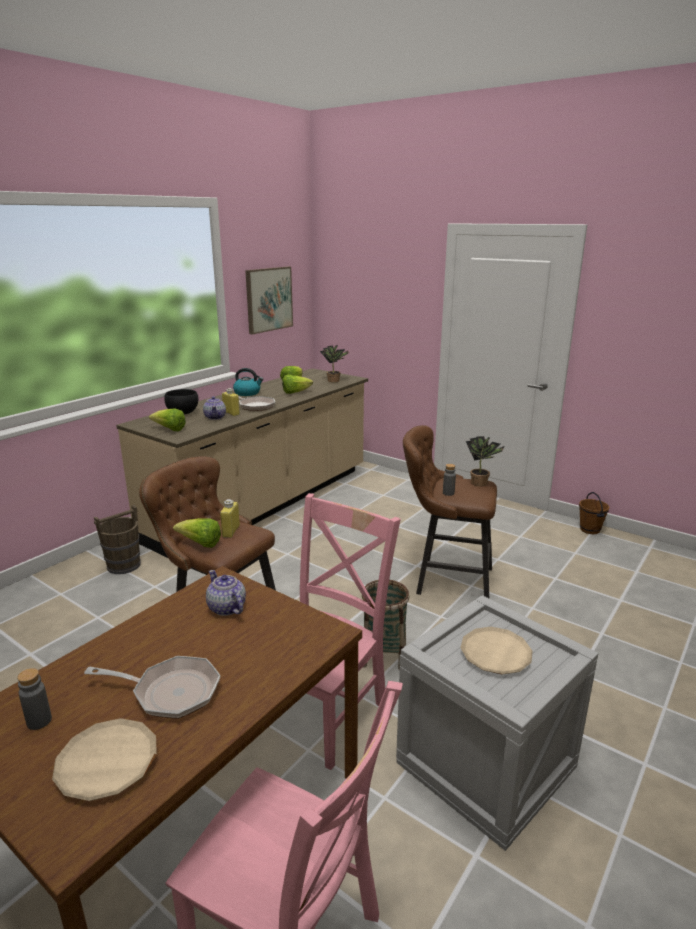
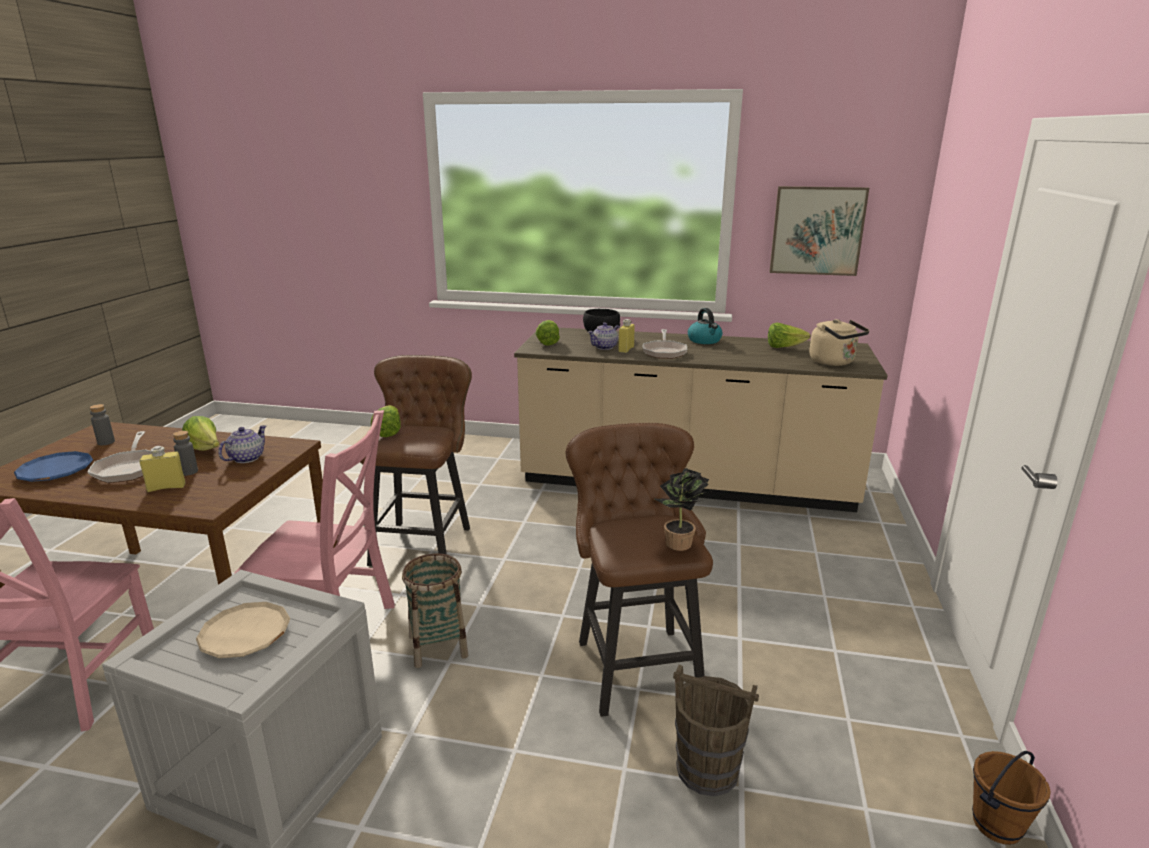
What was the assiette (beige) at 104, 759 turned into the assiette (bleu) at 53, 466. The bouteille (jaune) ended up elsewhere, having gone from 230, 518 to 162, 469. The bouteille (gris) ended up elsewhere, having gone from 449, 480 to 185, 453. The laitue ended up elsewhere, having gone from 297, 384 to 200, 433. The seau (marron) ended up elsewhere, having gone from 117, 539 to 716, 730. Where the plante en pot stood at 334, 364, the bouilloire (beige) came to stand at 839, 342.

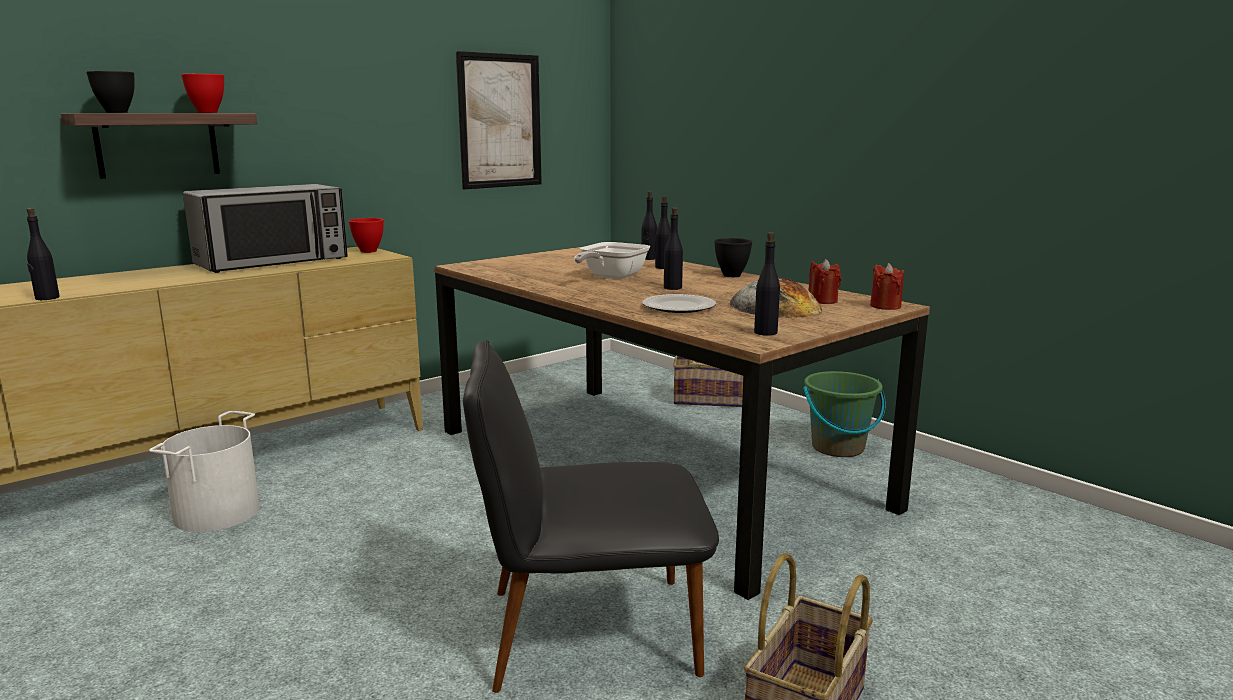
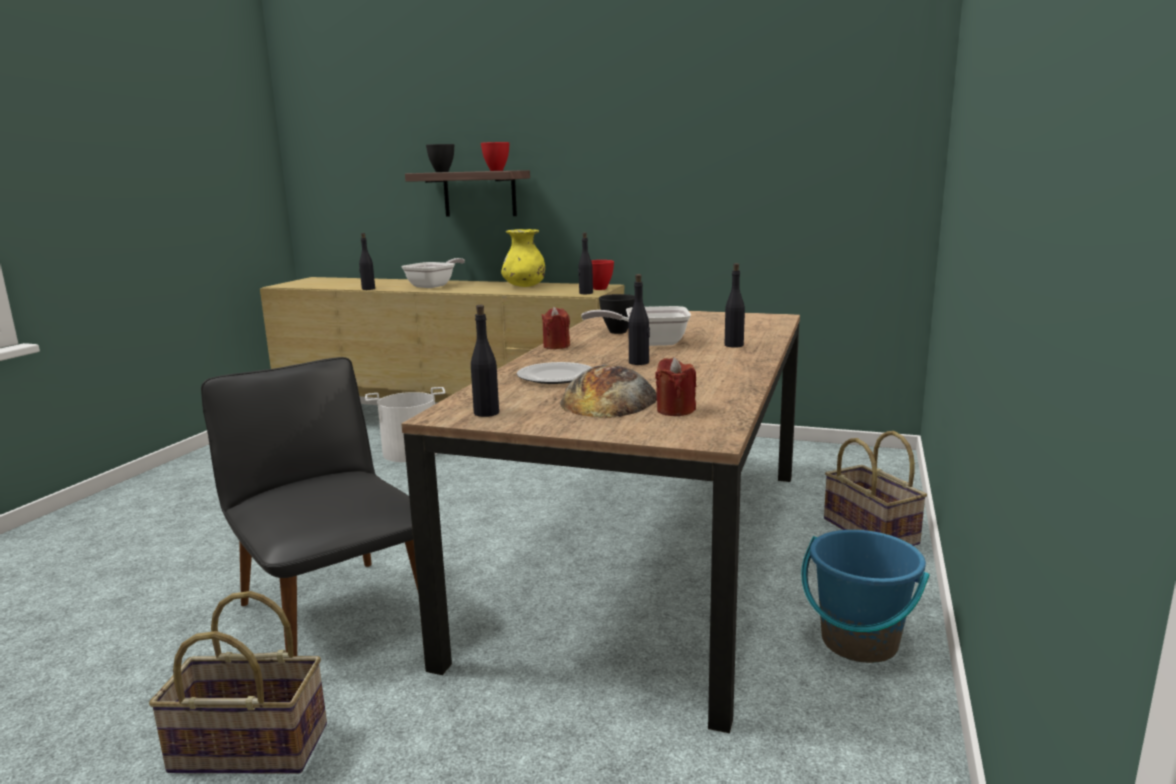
The second view gained the poêle at 433, 273. Where the micro-ondes stood at 265, 228, the vase (jaune) came to stand at 523, 258. The bougie (rouge) ended up elsewhere, having gone from 887, 286 to 556, 328. The bouteille (noir) ended up elsewhere, having gone from 649, 225 to 585, 263. The bol (noir) ended up elsewhere, having gone from 733, 257 to 617, 314. What was the seau (vert) at 844, 414 turned into the seau (bleu) at 865, 596. The second view lost the tableau at 499, 120.

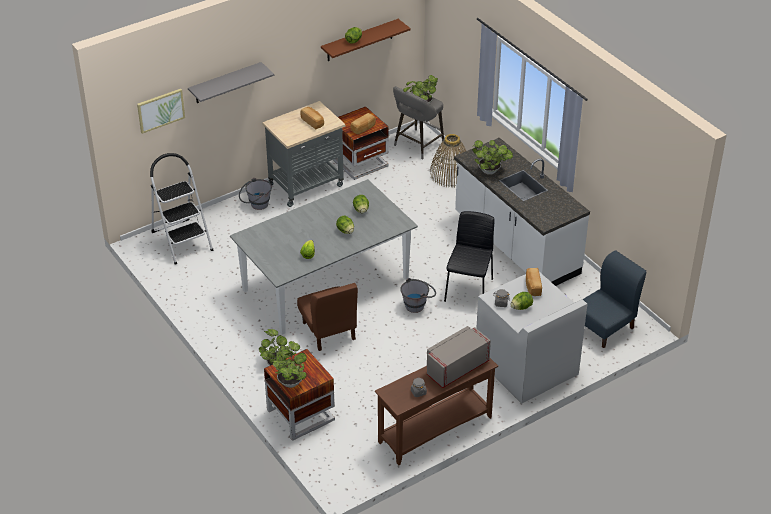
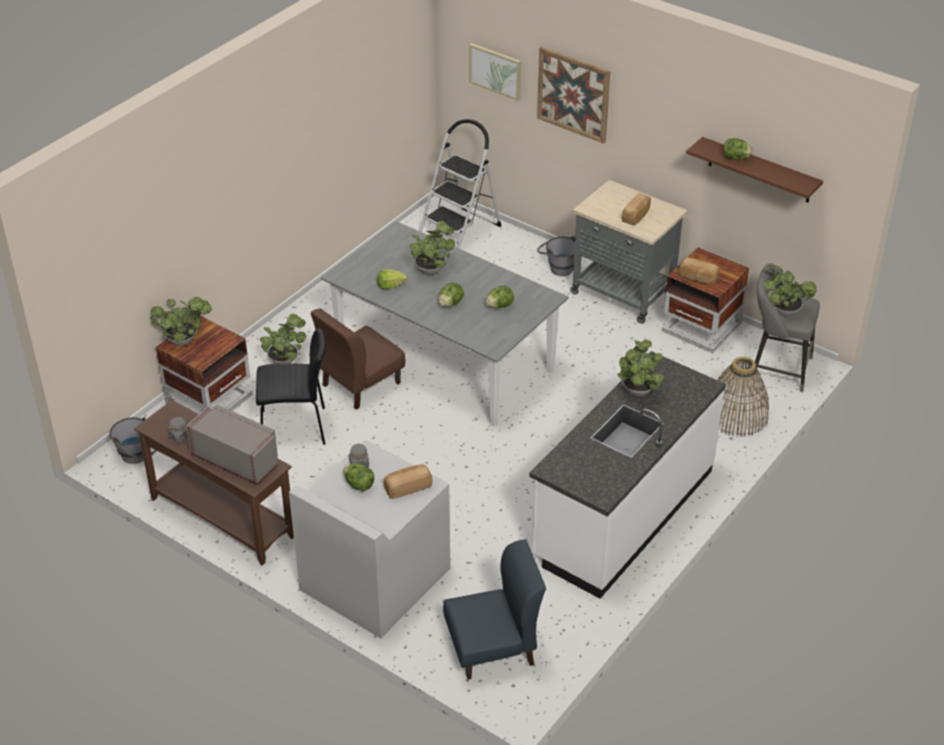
The seau (gris) ended up elsewhere, having gone from 418, 295 to 133, 440. The chaise (noir) ended up elsewhere, having gone from 469, 256 to 291, 387. The second view gained the plante en pot at 432, 248. The chaise (bleu) at 614, 299 ended up facing another way, 45 degrees counterclockwise from before. Where the étagère (gris) hung at 231, 82, the tableau came to hang at 573, 95.

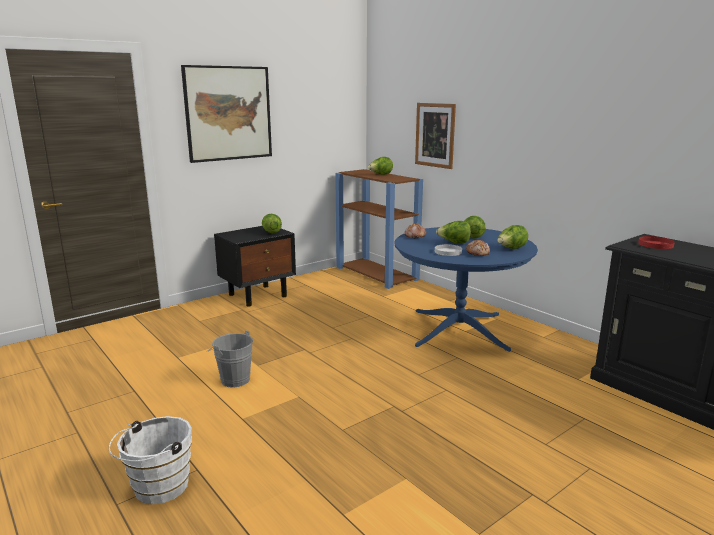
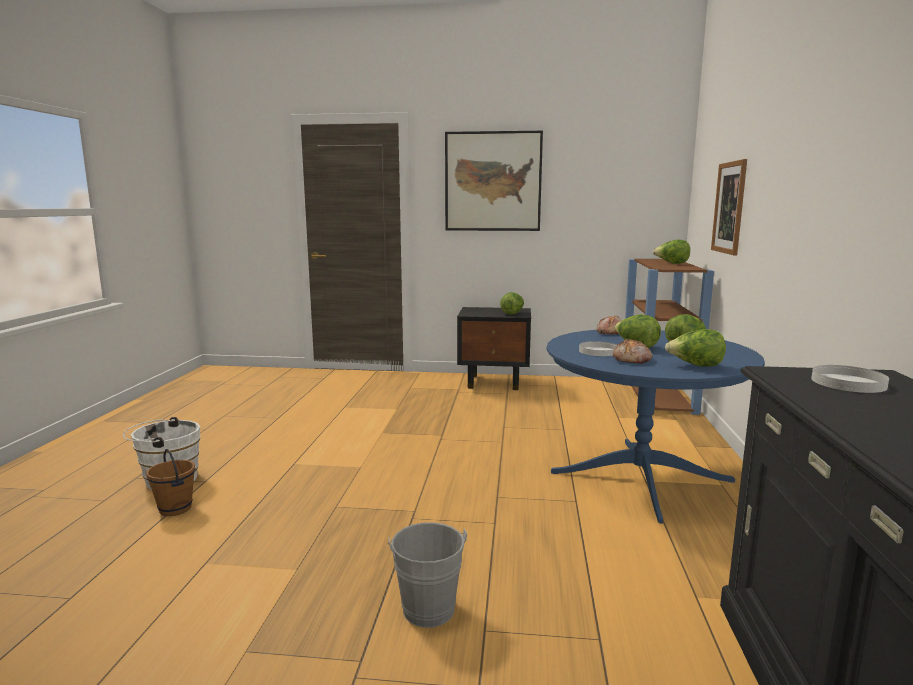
The second view gained the seau (marron) at 170, 482. The seau (gris) ended up elsewhere, having gone from 231, 359 to 427, 575. What was the assiette (rouge) at 656, 242 turned into the assiette (blanc) at 850, 379.

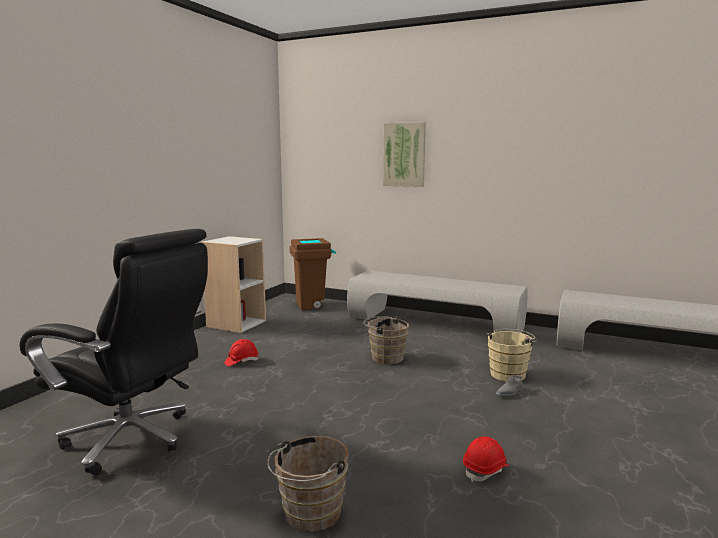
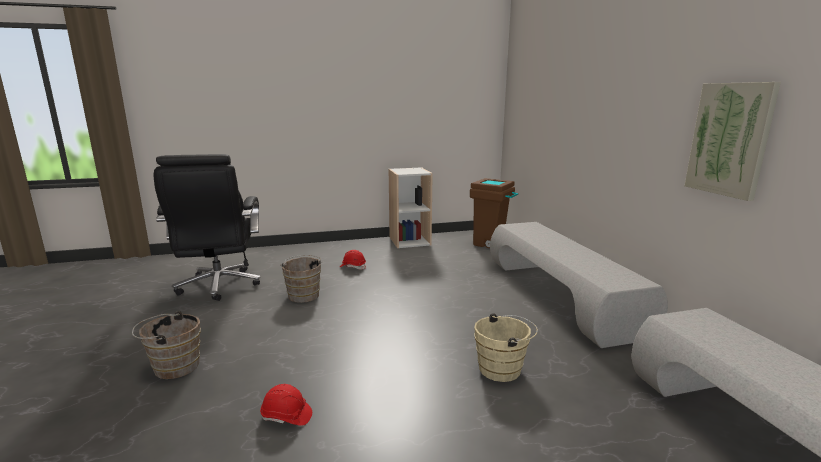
The seau (marron) ended up elsewhere, having gone from 386, 340 to 302, 279. The tableau ended up elsewhere, having gone from 404, 154 to 732, 141. The second view lost the chaussure (gris) at 509, 385.

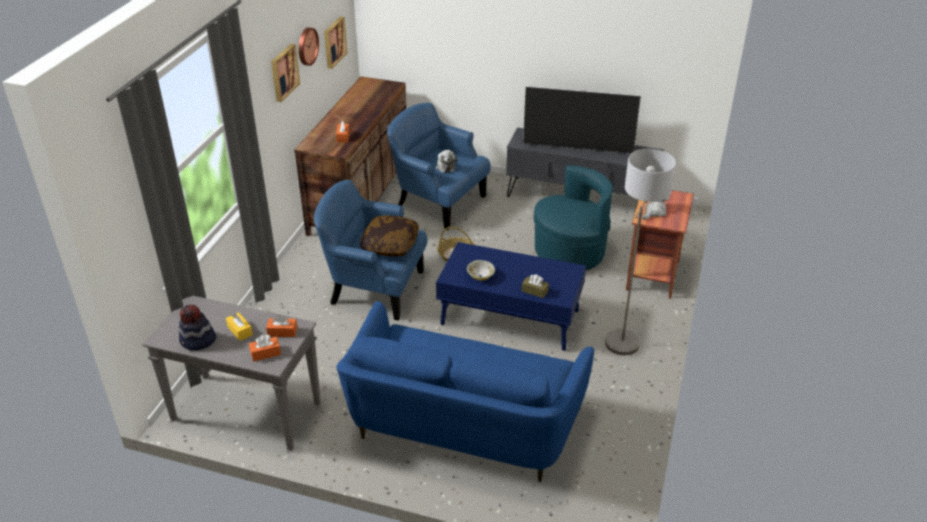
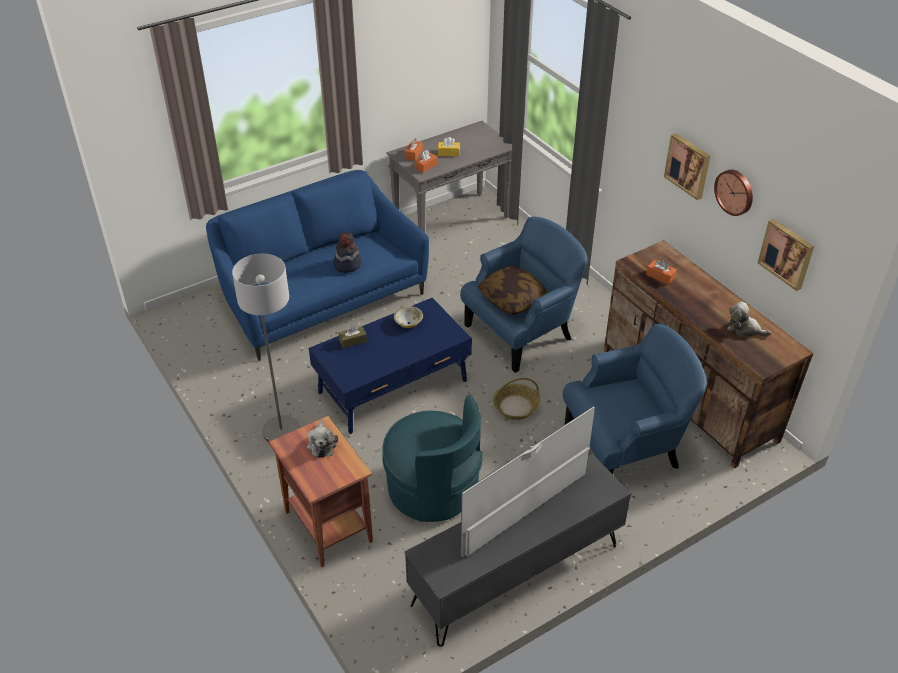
The chapeau ended up elsewhere, having gone from 197, 327 to 348, 252. The fauteuil (turquoise) at 573, 218 ended up facing another way, 75 degrees counterclockwise from before. The peluche ended up elsewhere, having gone from 446, 161 to 749, 319.

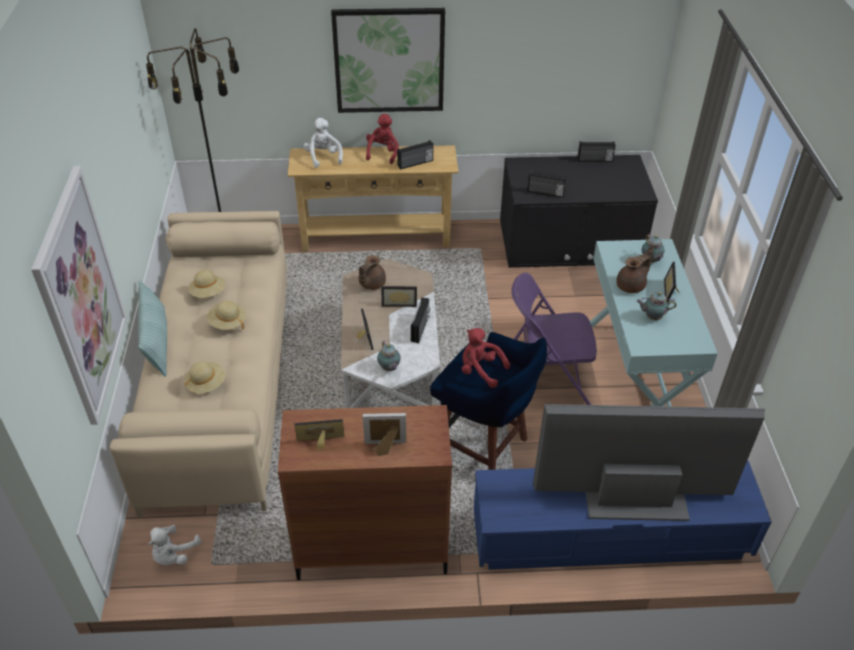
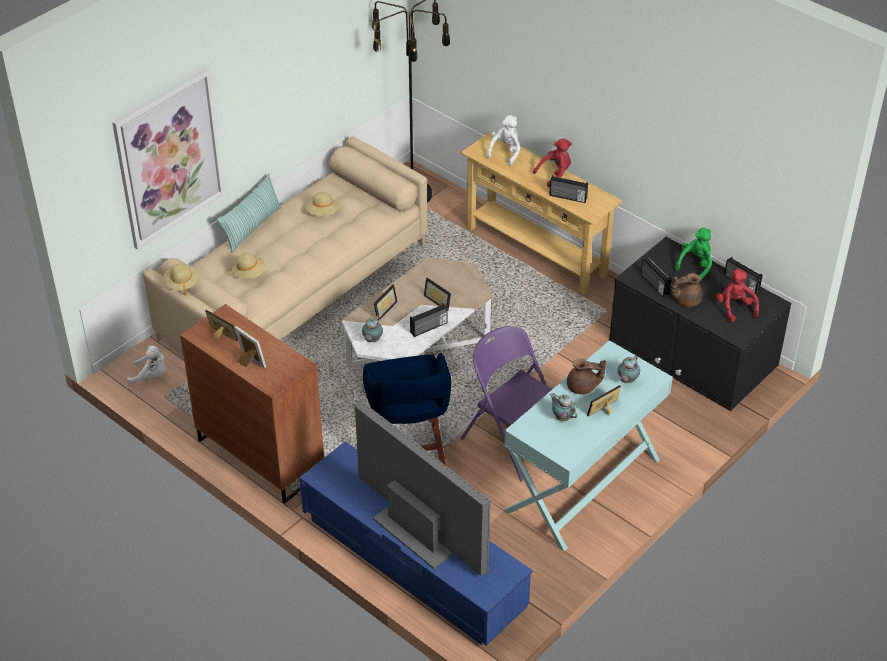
The peluche (blanc) at 174, 545 ended up facing another way, 150 degrees counterclockwise from before. The chapeau (beige) ended up elsewhere, having gone from 226, 315 to 181, 279. The théière (marron) ended up elsewhere, having gone from 372, 272 to 687, 290. The second view gained the peluche (vert) at 693, 254. The peluche (rouge) ended up elsewhere, having gone from 486, 358 to 737, 296. The second view lost the tableau at 388, 60.

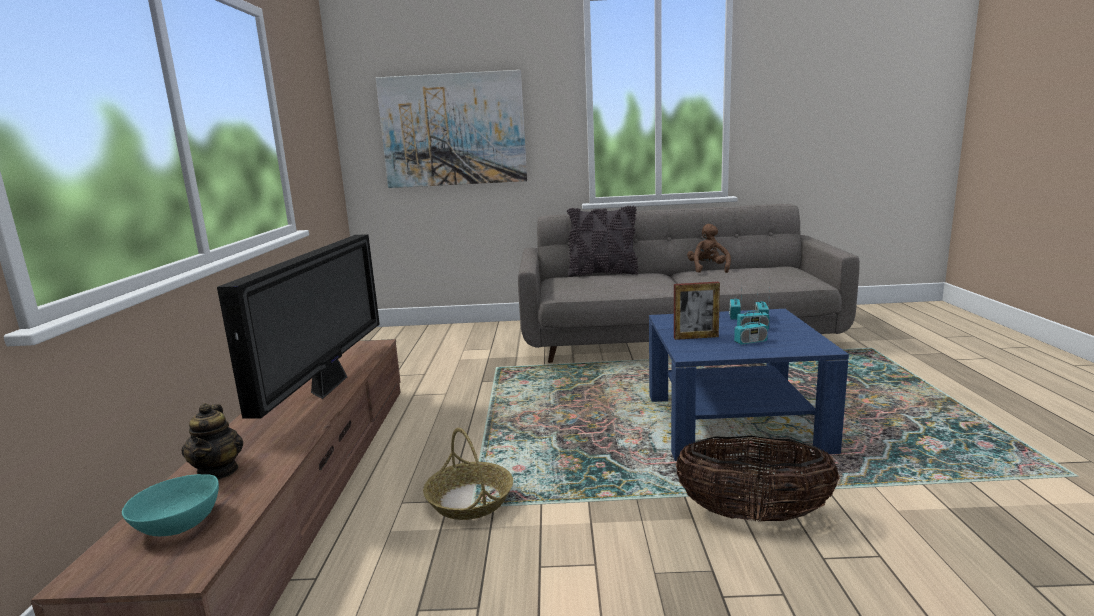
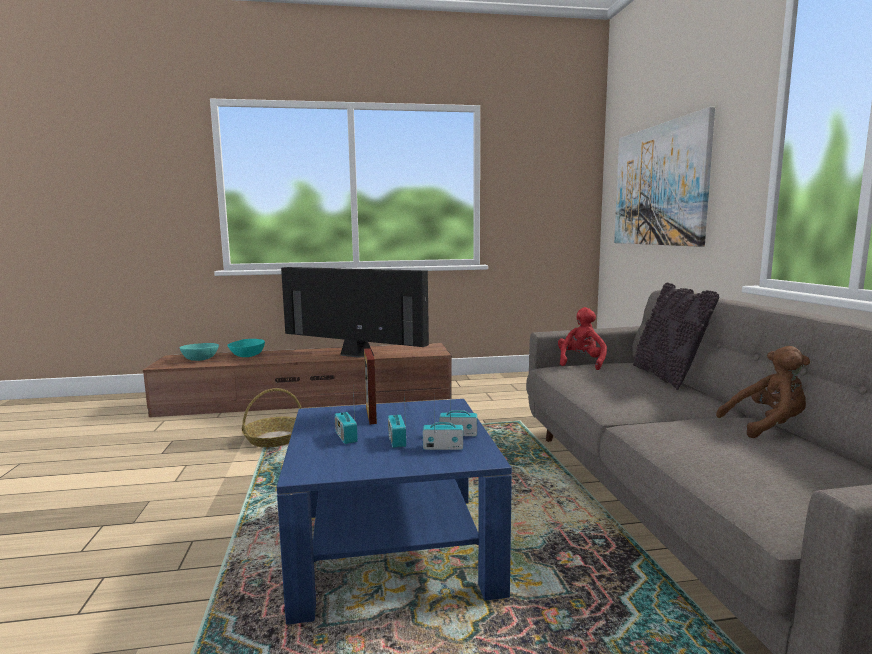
Where the théière stood at 212, 441, the bol (turquoise) came to stand at 246, 348. The téléviseur at 298, 326 ended up facing another way, 150 degrees counterclockwise from before. The second view gained the peluche (rouge) at 582, 338. The second view lost the panier at 758, 479.

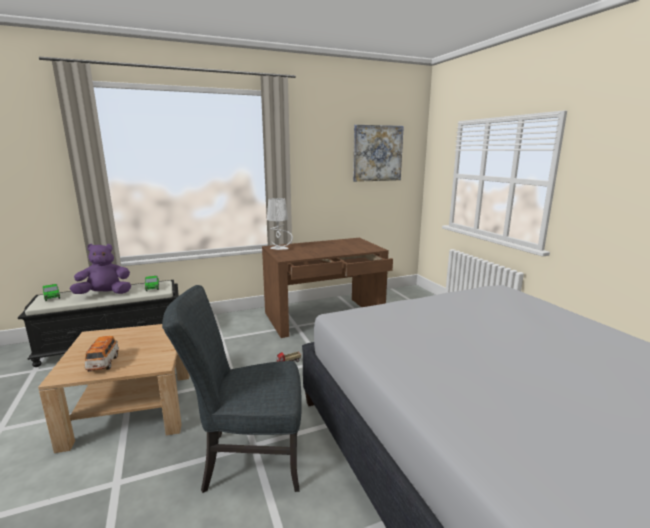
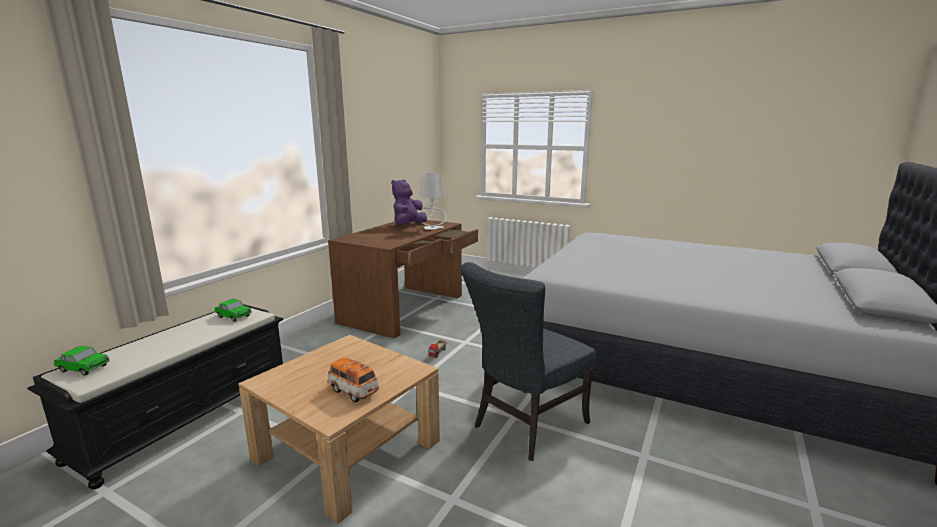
The peluche (violet) ended up elsewhere, having gone from 100, 269 to 409, 202. The lampe de table (gris) ended up elsewhere, having gone from 280, 224 to 433, 201. The second view lost the tableau at 378, 153.

